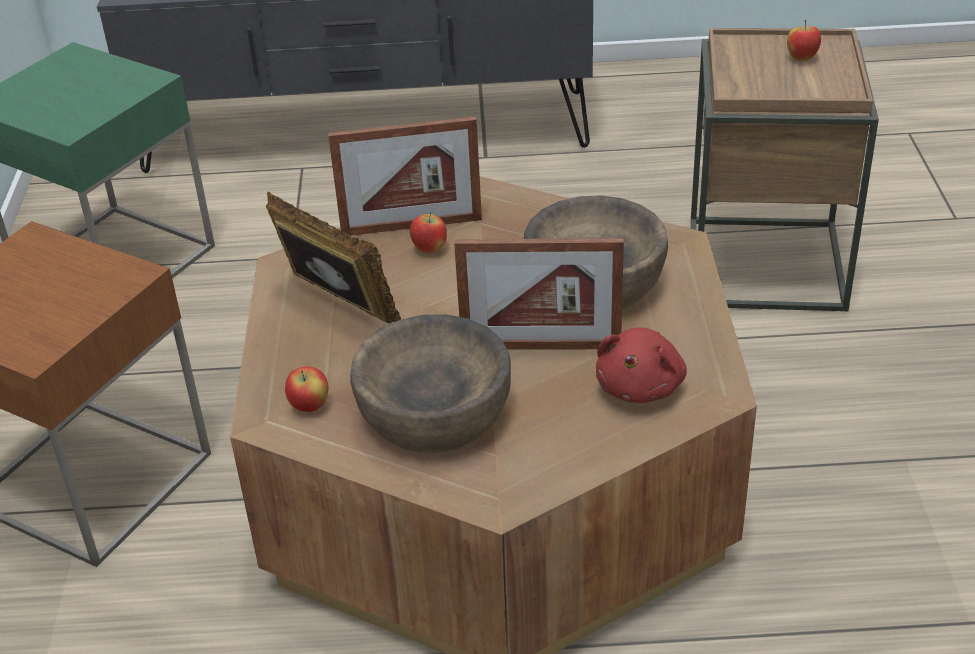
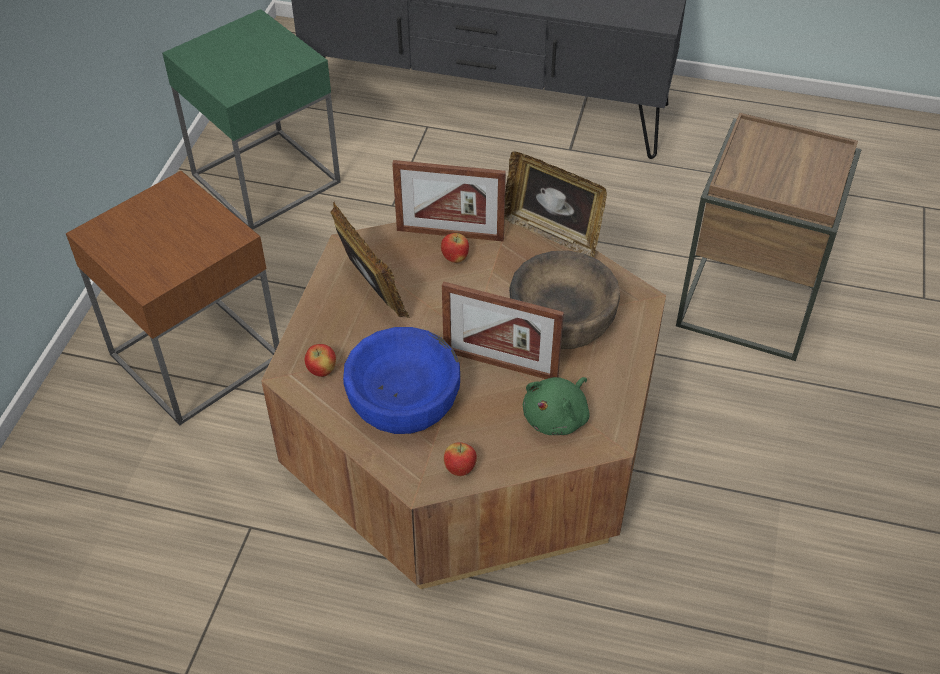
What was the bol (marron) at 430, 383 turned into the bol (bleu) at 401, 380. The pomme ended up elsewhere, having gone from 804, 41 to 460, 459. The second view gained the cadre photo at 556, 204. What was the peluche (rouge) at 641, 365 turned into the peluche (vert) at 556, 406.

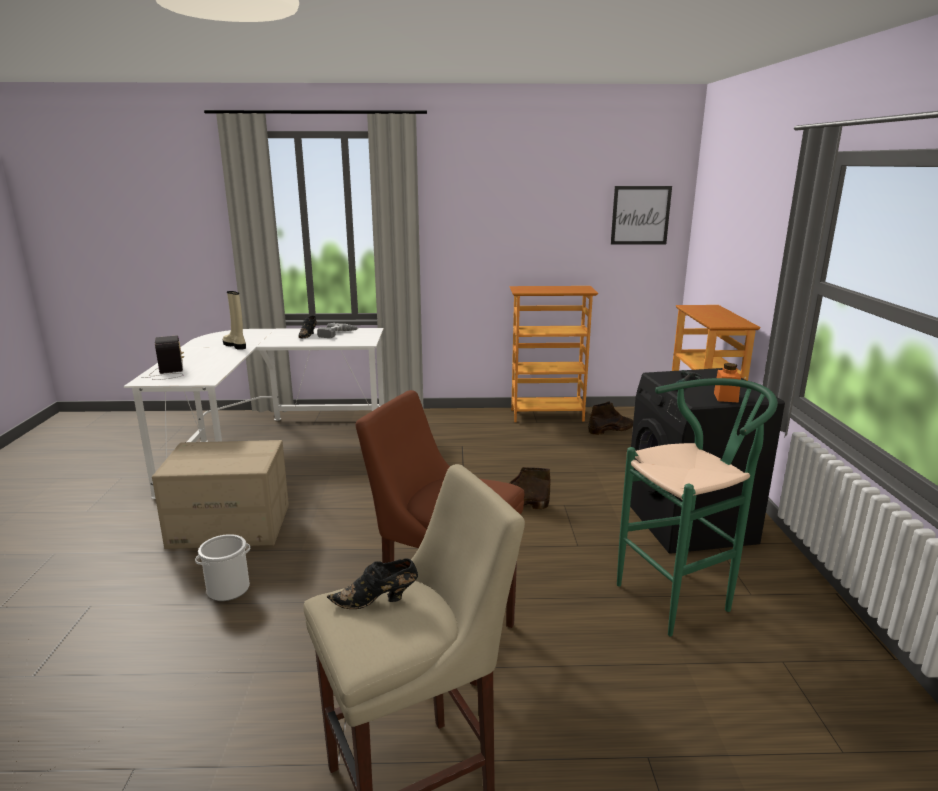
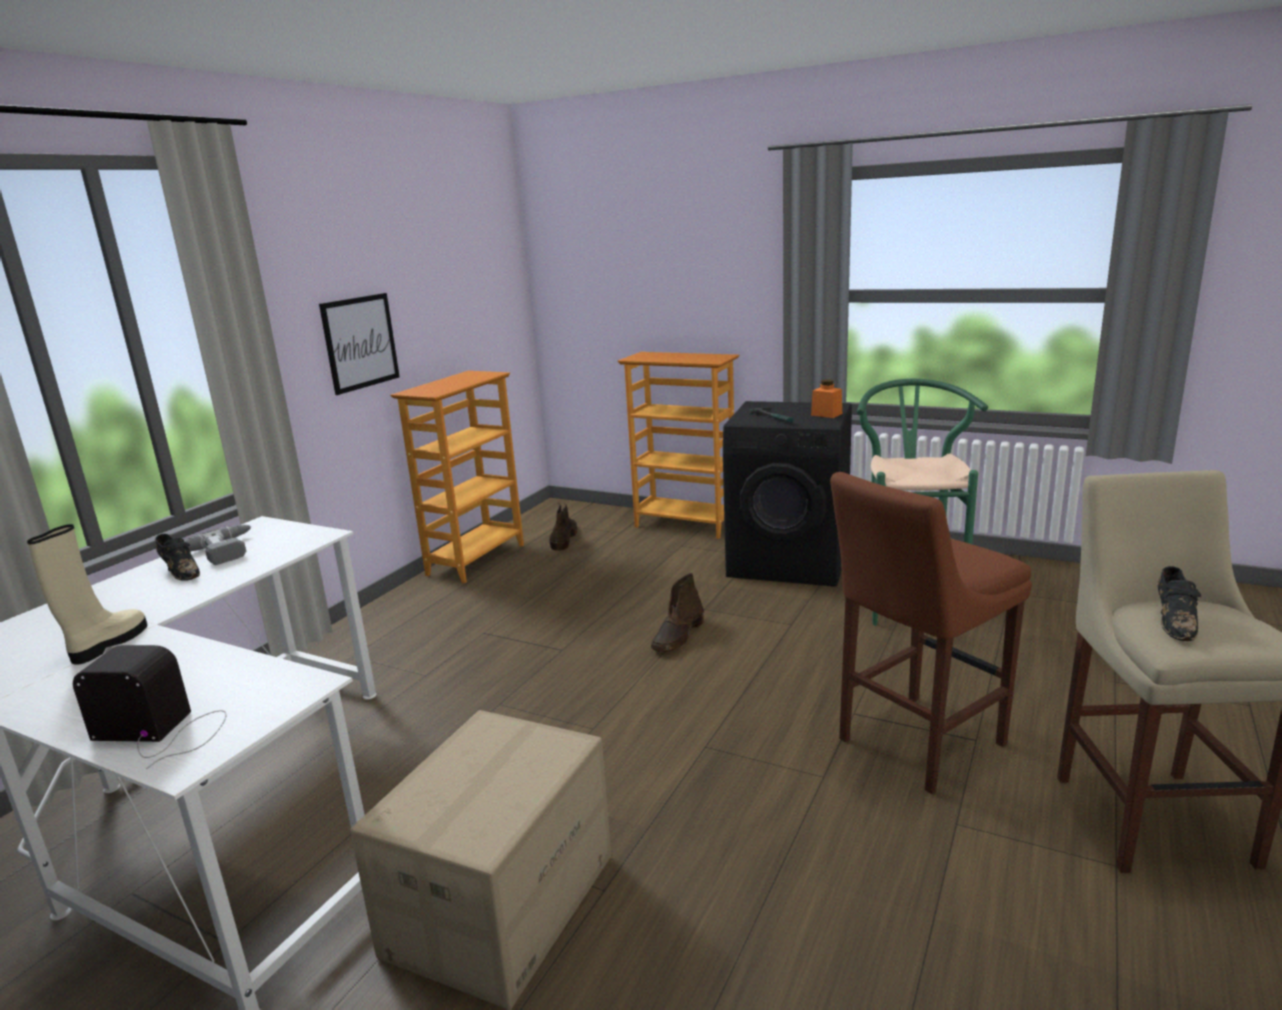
The botte (beige) at 234, 320 ended up facing another way, 120 degrees clockwise from before. The tableau ended up elsewhere, having gone from 641, 215 to 359, 344. The second view lost the seau at 222, 567.

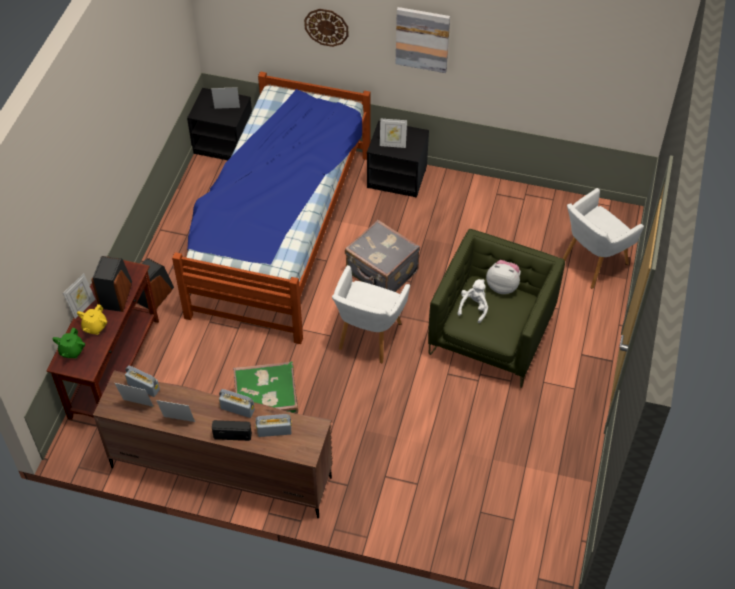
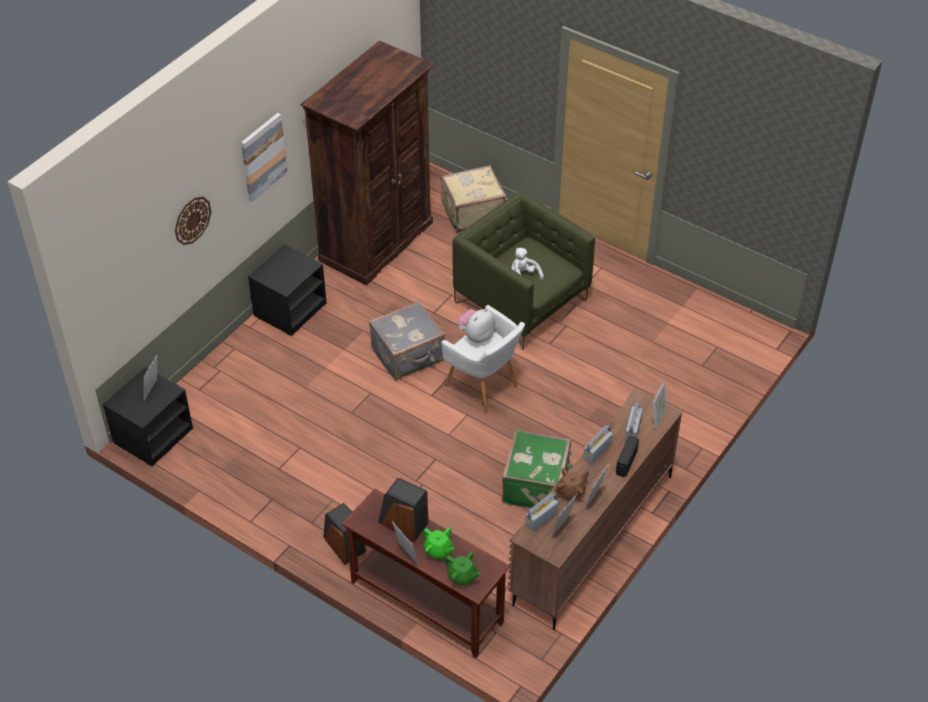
The second view gained the armoire (marron) at 367, 163. What was the théière (jaune) at 92, 319 turned into the théière (vert) at 439, 543. Where the fauteuil (blanc) stood at 603, 238, the valise (beige) came to stand at 473, 199. The peluche ended up elsewhere, having gone from 503, 277 to 476, 326. The second view gained the théière (marron) at 572, 484. The cadre photo ended up elsewhere, having gone from 393, 133 to 660, 405. The second view lost the lit at 271, 207.

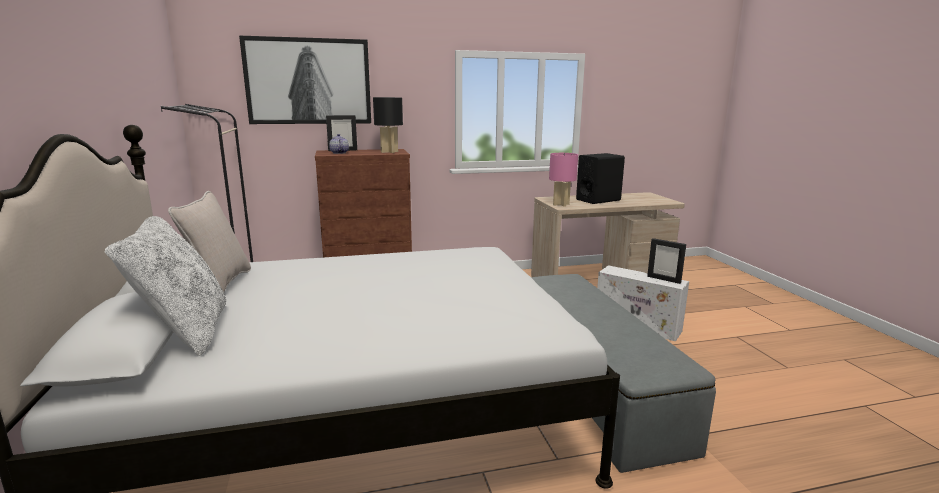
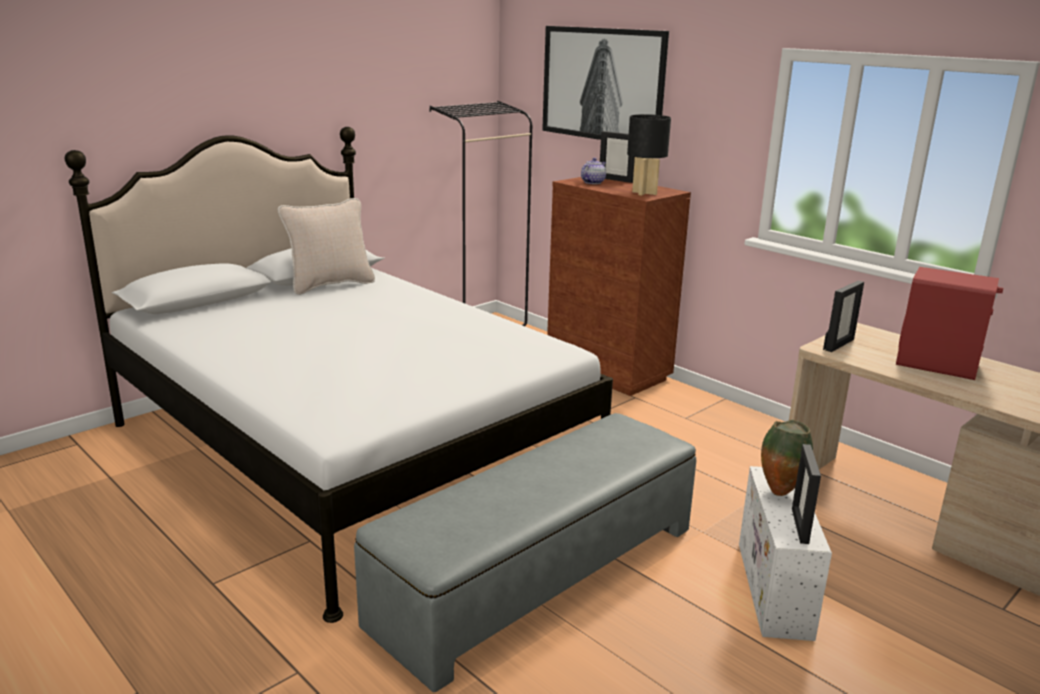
The second view gained the vase at 787, 458. Where the lampe de table (rose) stood at 563, 180, the cadre photo came to stand at 843, 316. What was the enceinte (noir) at 600, 178 turned into the enceinte (rouge) at 950, 323. The second view lost the coussin (blanc) at 165, 286.

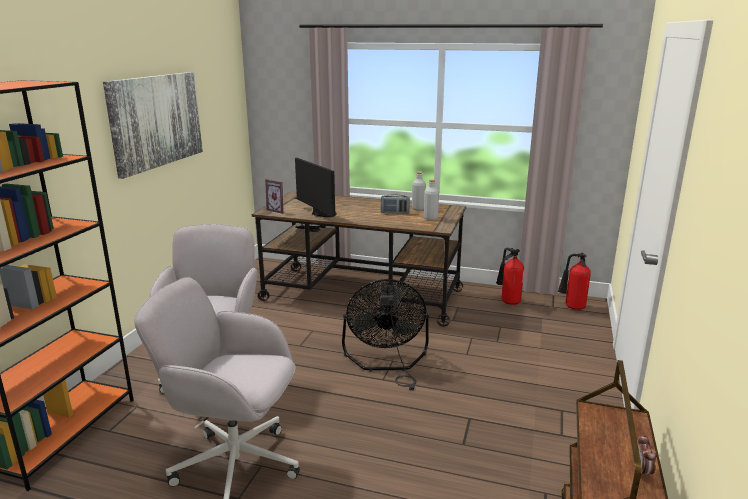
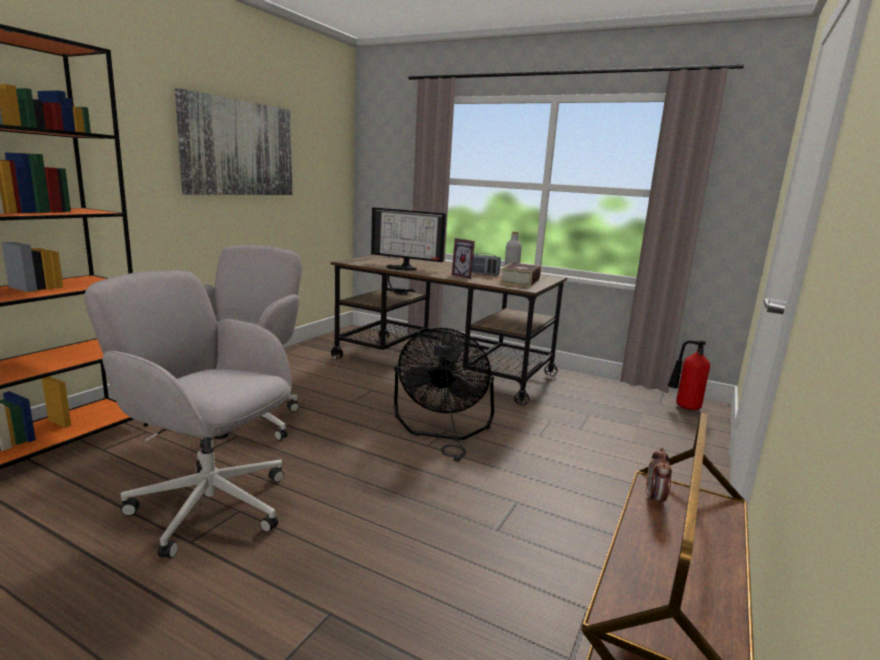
The écran d'ordinateur at 315, 187 ended up facing another way, 135 degrees clockwise from before. The cadre photo ended up elsewhere, having gone from 274, 196 to 463, 258. Where the bouteille (gris) stood at 431, 199, the livre came to stand at 520, 275. The réveil ended up elsewhere, having gone from 645, 456 to 659, 476. The second view lost the extincteur at 510, 276.

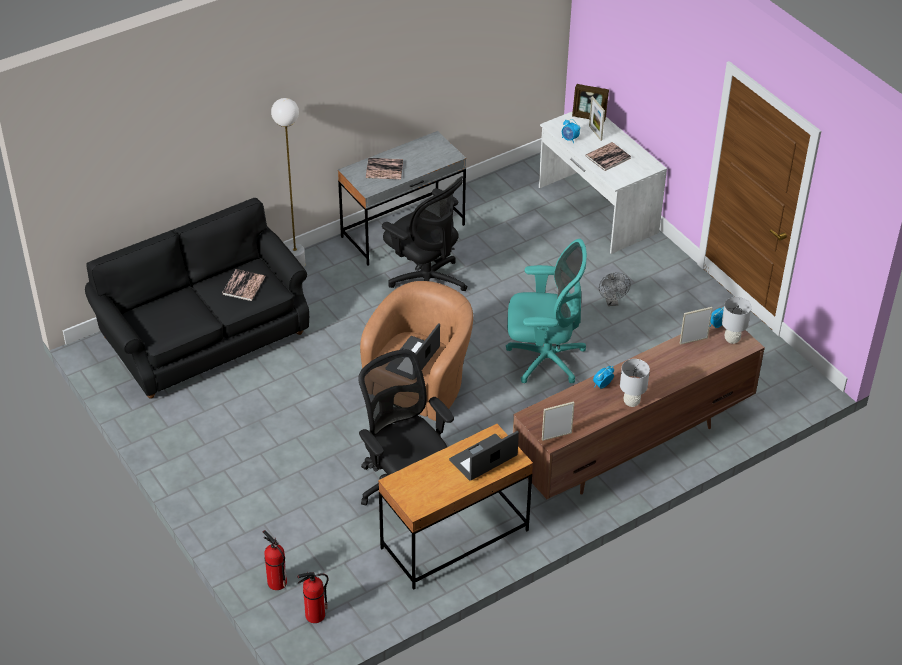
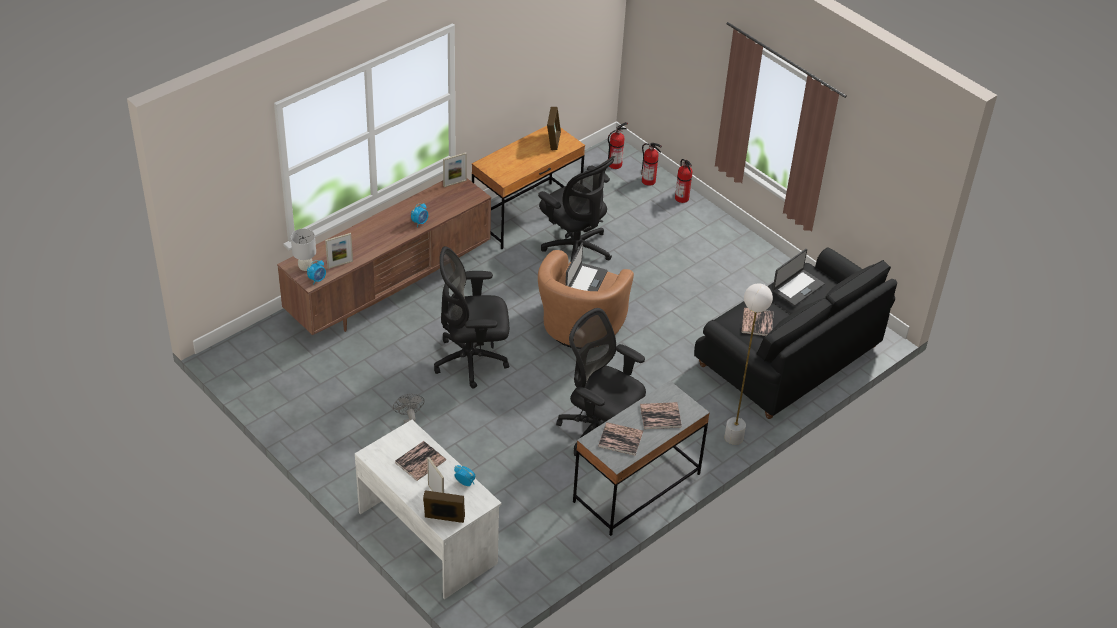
What was the chaise de bureau (turquoise) at 546, 311 turned into the chaise de bureau (noir) at 471, 317. The second view gained the cadre photo at 554, 128. The second view gained the livre at 620, 439. The second view gained the extincteur at 683, 181. The ordinateur portable ended up elsewhere, having gone from 484, 456 to 798, 277. The second view lost the lampe de table (gris) at 635, 383.

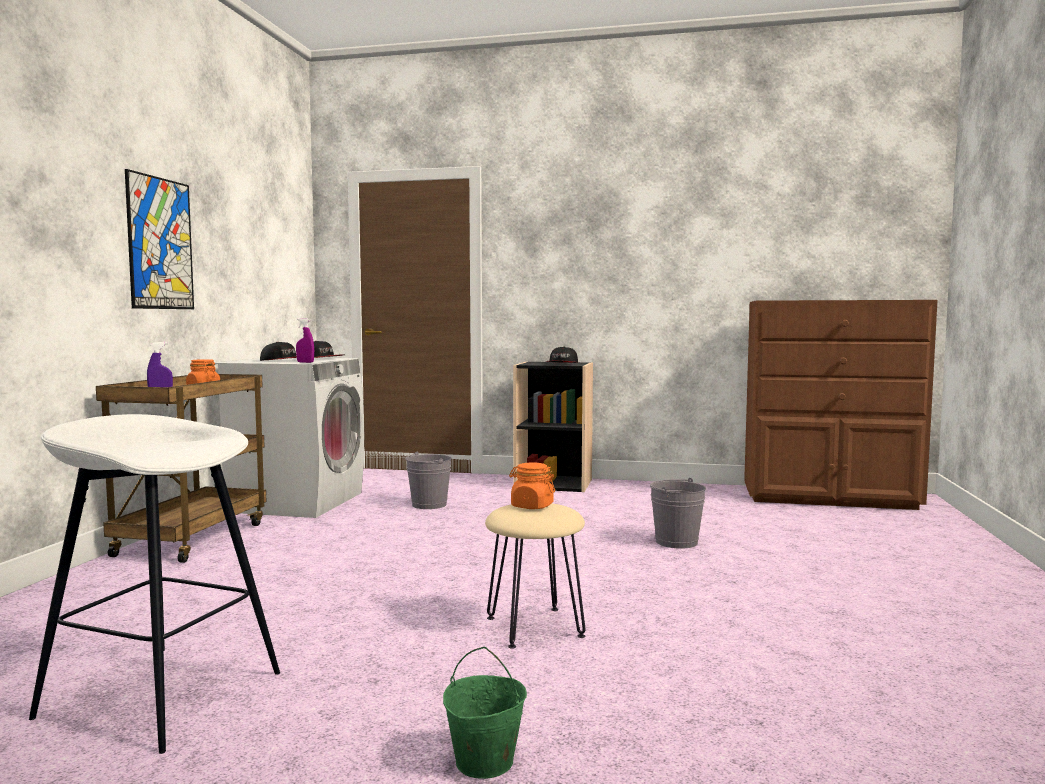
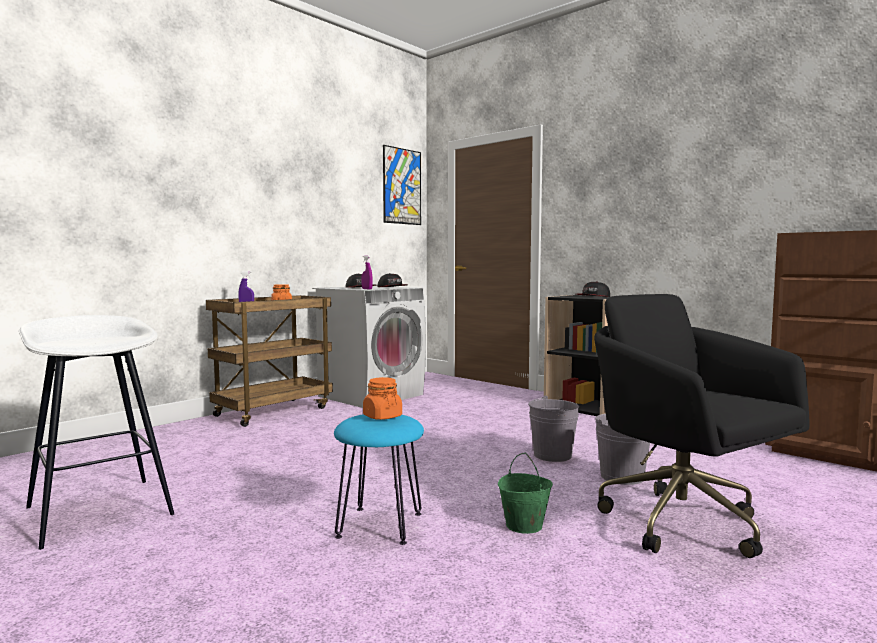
What was the tabouret (beige) at 535, 576 turned into the tabouret (turquoise) at 379, 479. The tableau ended up elsewhere, having gone from 159, 239 to 402, 185. The seau (vert) ended up elsewhere, having gone from 485, 713 to 525, 493. The seau (gris) ended up elsewhere, having gone from 428, 480 to 553, 429. The second view gained the chaise de bureau (noir) at 702, 426.

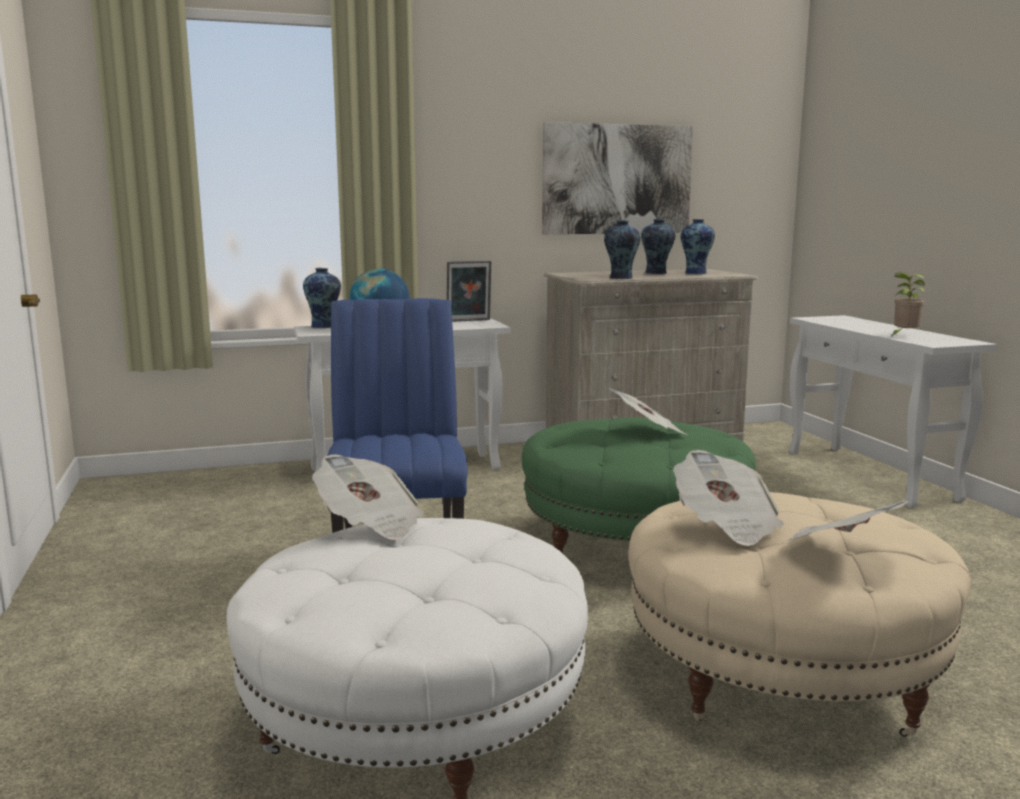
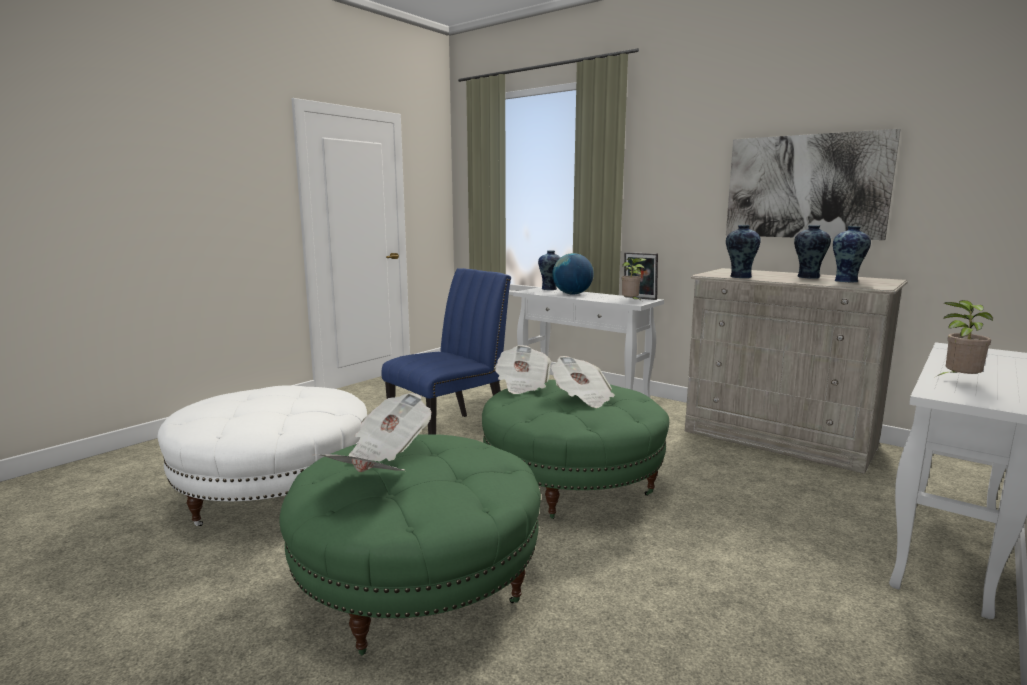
What was the pouf (beige) at 800, 614 turned into the pouf (vert) at 410, 544. The journal ended up elsewhere, having gone from 368, 497 to 522, 369. The second view gained the plante en pot at 633, 278.

